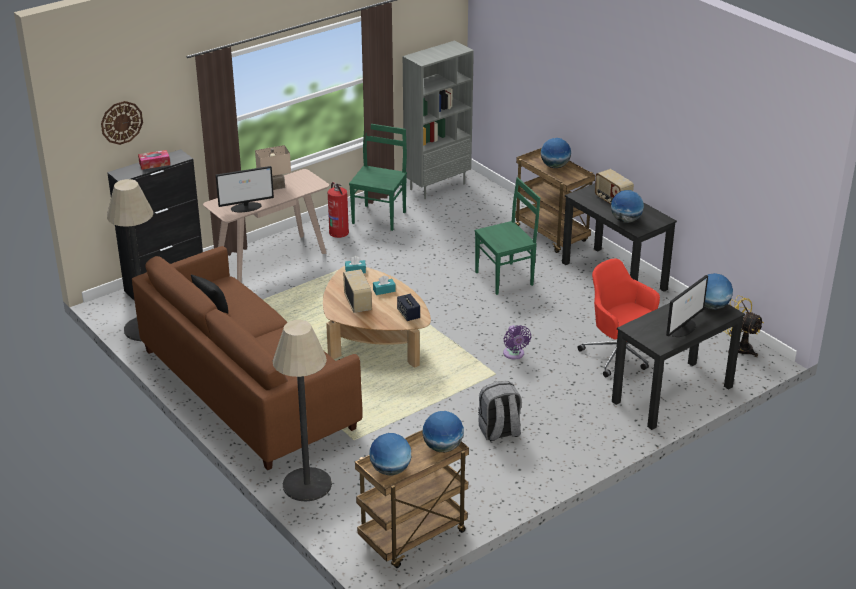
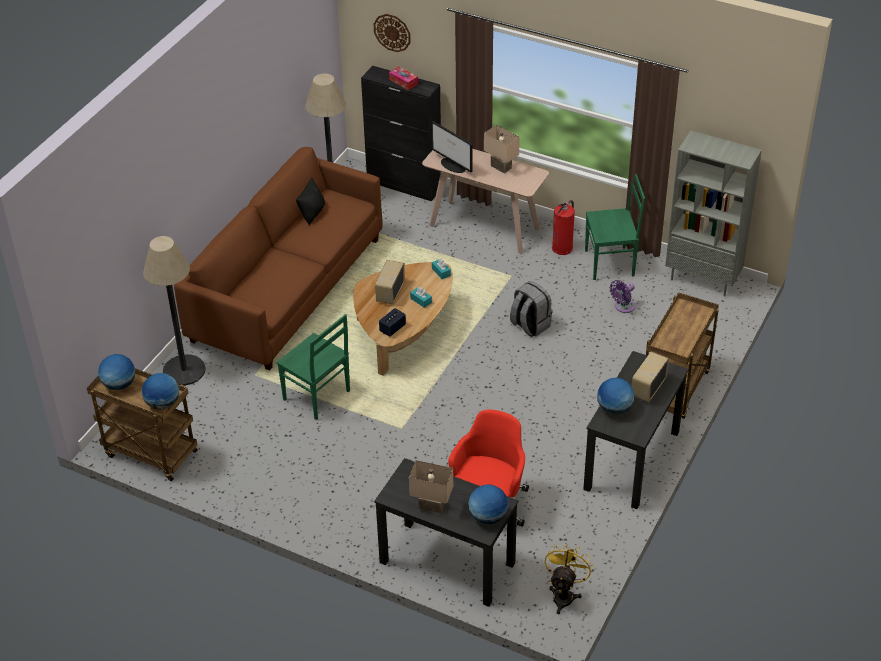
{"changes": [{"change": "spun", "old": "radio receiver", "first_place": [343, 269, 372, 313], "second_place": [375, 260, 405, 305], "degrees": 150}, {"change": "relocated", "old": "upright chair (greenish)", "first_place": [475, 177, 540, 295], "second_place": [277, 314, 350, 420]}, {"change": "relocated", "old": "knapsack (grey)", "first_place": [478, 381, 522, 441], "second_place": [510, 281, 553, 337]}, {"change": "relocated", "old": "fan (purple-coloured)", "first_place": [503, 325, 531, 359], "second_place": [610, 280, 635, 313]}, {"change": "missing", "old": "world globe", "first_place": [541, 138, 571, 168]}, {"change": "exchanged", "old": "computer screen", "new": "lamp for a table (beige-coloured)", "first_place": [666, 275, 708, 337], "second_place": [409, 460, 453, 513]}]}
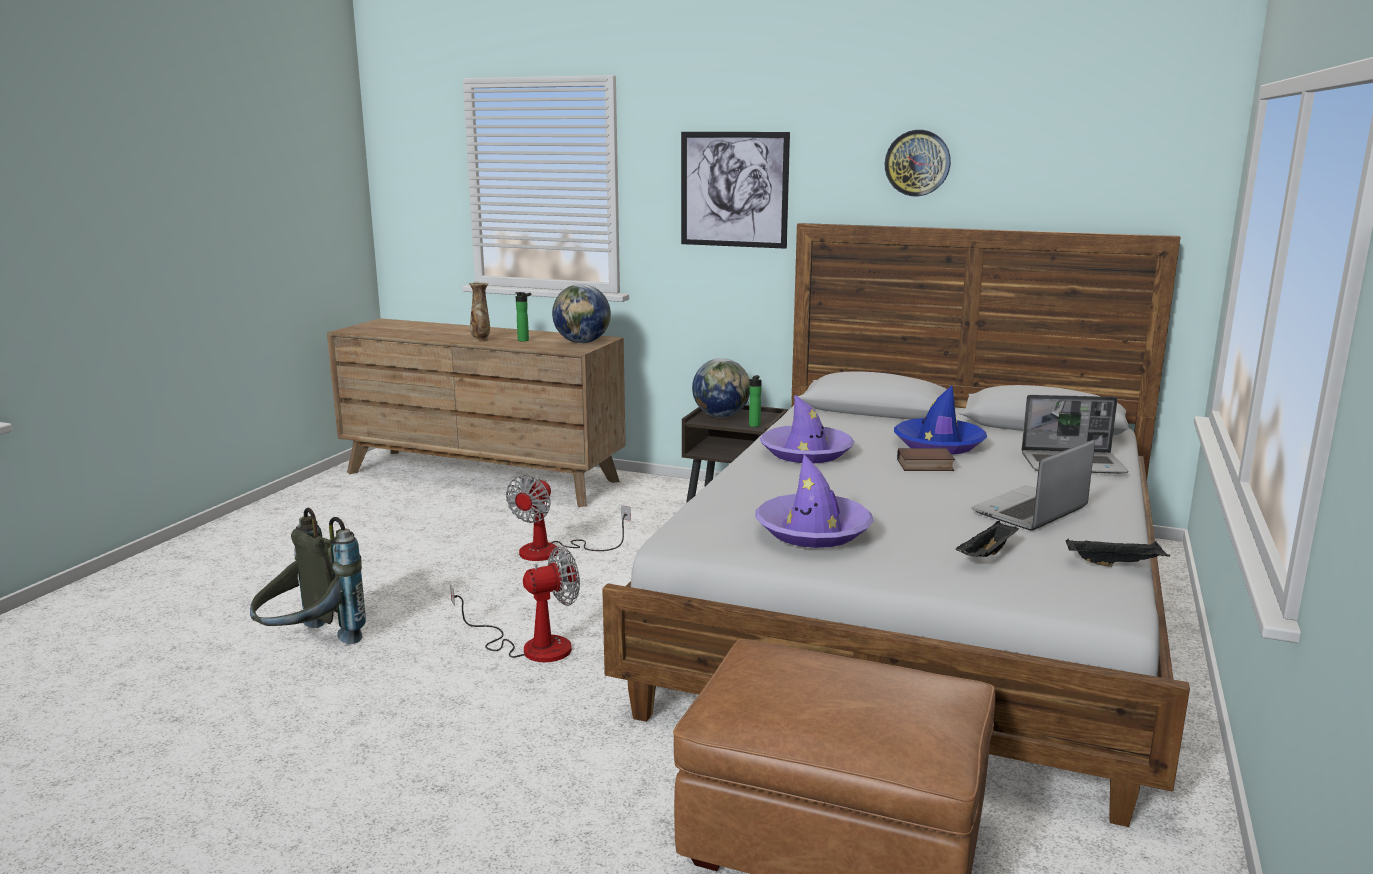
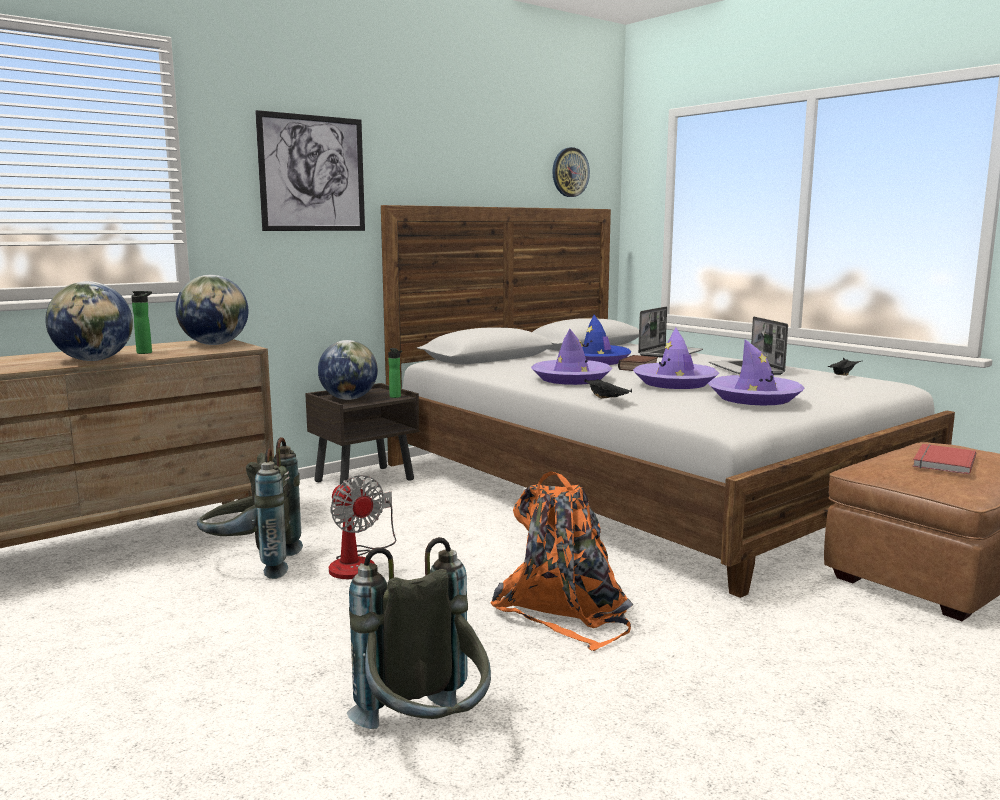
{"changes": [{"change": "exchanged", "old": "fan", "new": "knapsack (orange)", "first_place": [450, 546, 580, 662], "second_place": [490, 471, 633, 651]}, {"change": "exchanged", "old": "decorative vase", "new": "world globe", "first_place": [469, 282, 490, 342], "second_place": [45, 281, 133, 361]}, {"change": "relocated", "old": "hanging clock", "first_place": [885, 130, 951, 196], "second_place": [552, 147, 590, 197]}, {"change": "relocated", "old": "serving tray (blackish)", "first_place": [956, 521, 1019, 557], "second_place": [584, 379, 632, 399]}, {"change": "appeared", "new": "knapsack (grey)", "second_place": [197, 437, 303, 579]}, {"change": "appeared", "new": "wearable hat (purple-coloured)", "second_place": [633, 327, 719, 389]}, {"change": "appeared", "new": "volume (reddish)", "second_place": [912, 444, 976, 474]}]}
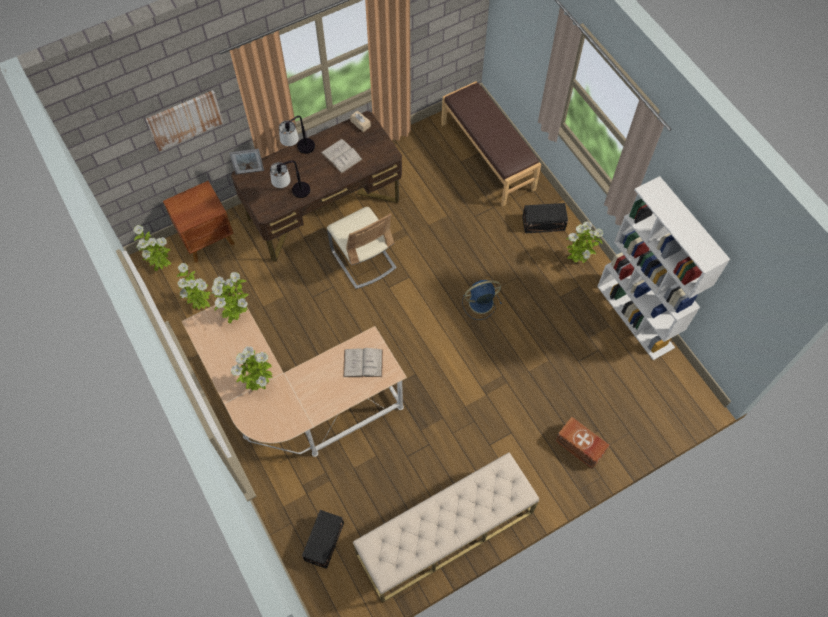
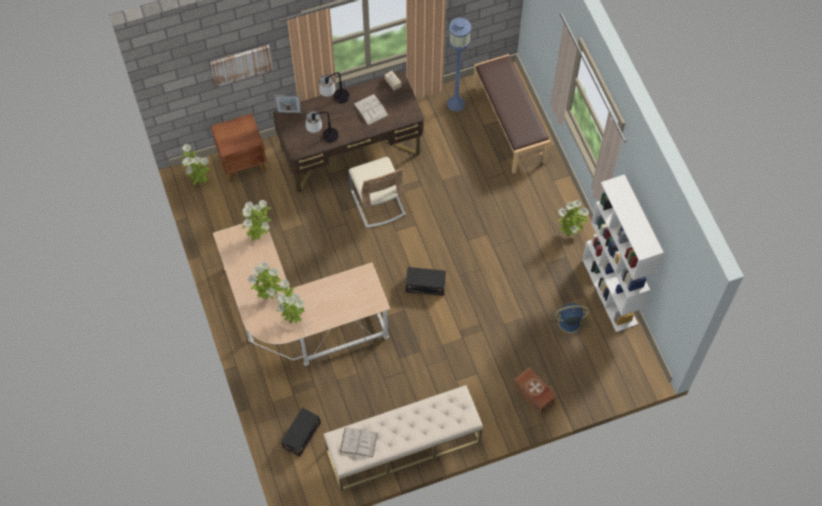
{"changes": [{"change": "relocated", "old": "potted plant", "first_place": [177, 263, 210, 310], "second_place": [276, 279, 305, 323]}, {"change": "relocated", "old": "volume (white-coloured)", "first_place": [343, 348, 383, 377], "second_place": [340, 427, 378, 457]}, {"change": "relocated", "old": "fan (bluish)", "first_place": [462, 280, 502, 320], "second_place": [552, 303, 589, 339]}, {"change": "relocated", "old": "storage container (blackish)", "first_place": [522, 203, 568, 233], "second_place": [405, 267, 446, 296]}, {"change": "appeared", "new": "standard lamp (bluish)", "second_place": [447, 18, 471, 112]}]}
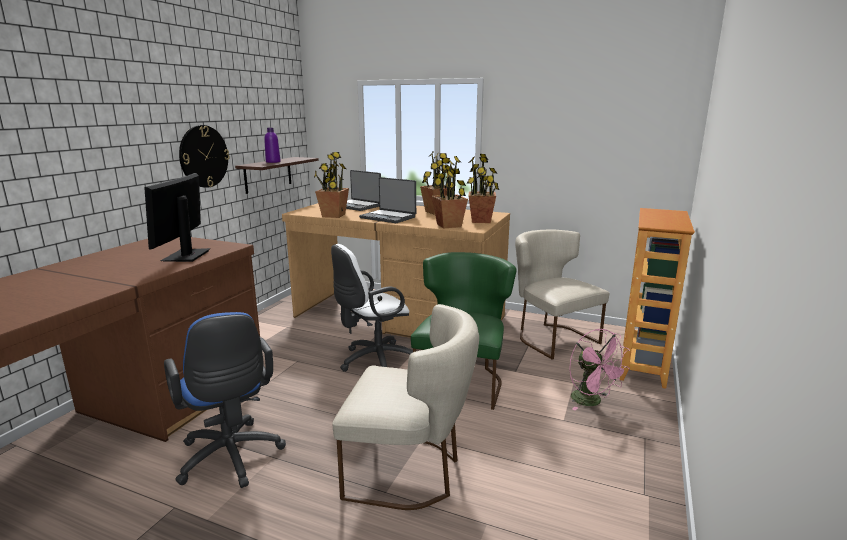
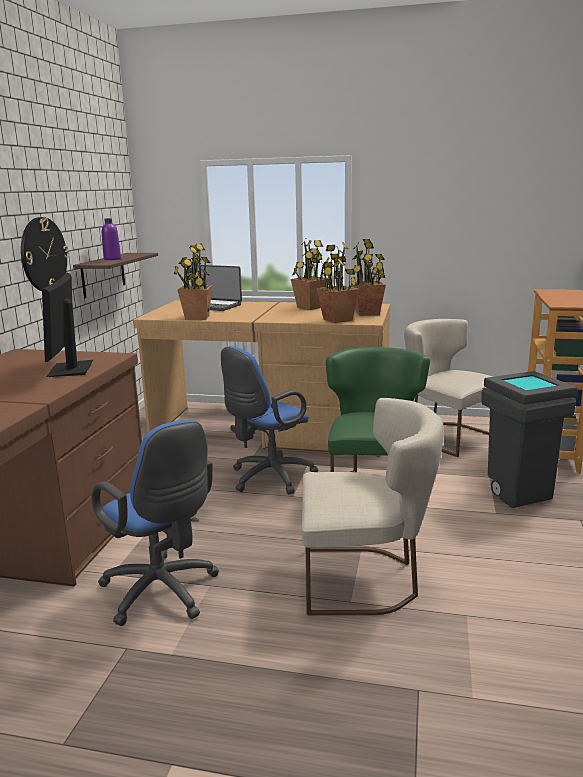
{"changes": [{"change": "colour", "old": "desk chair (white-coloured)", "new": "desk chair (bluish)", "first_place": [331, 244, 413, 372], "second_place": [221, 346, 318, 494]}, {"change": "missing", "old": "portable computer", "first_place": [359, 177, 416, 223]}, {"change": "exchanged", "old": "fan (pinkish)", "new": "waste bin (grey)", "first_place": [569, 329, 630, 410], "second_place": [481, 371, 577, 508]}]}
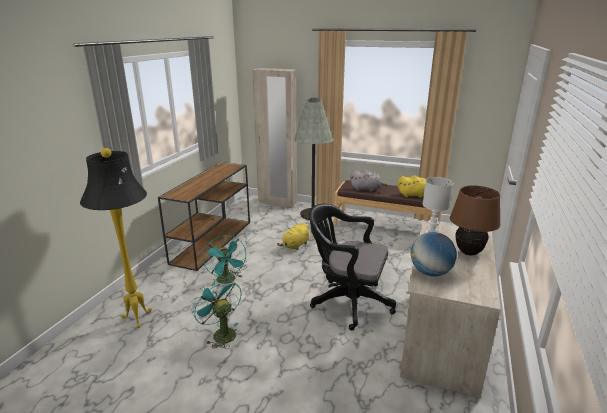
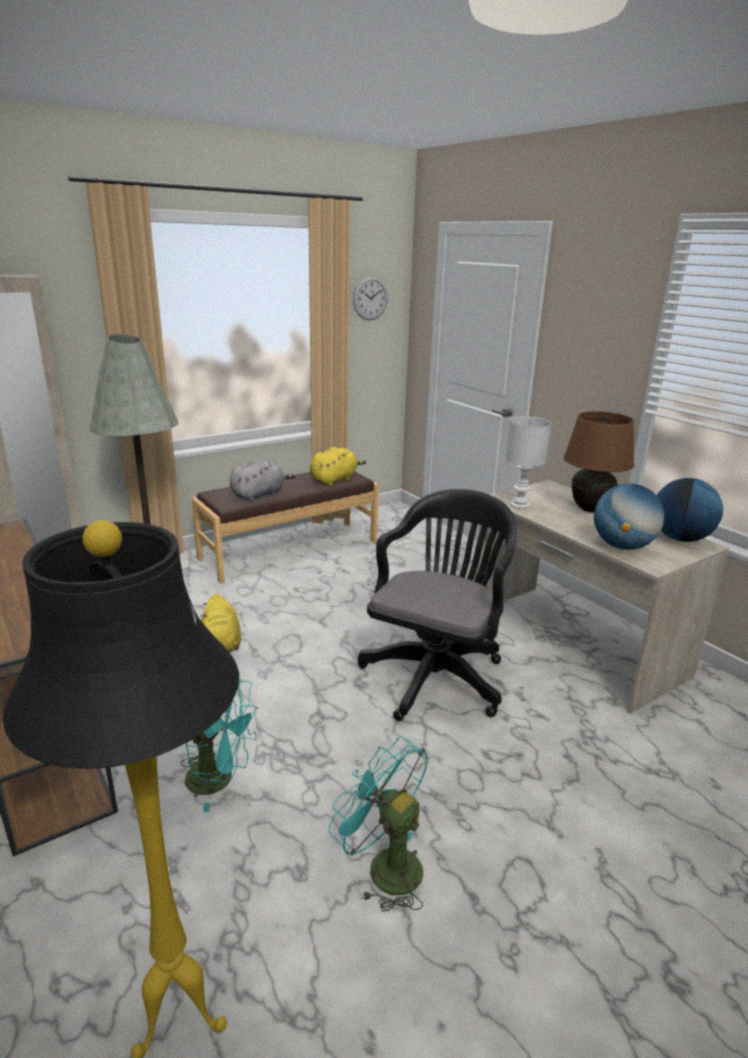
{"changes": [{"change": "spun", "old": "fan (turquoise-coloured)", "first_place": [192, 277, 241, 349], "second_place": [328, 736, 428, 912], "degrees": 45}, {"change": "spun", "old": "desk chair (blackish)", "first_place": [309, 204, 396, 331], "second_place": [358, 489, 517, 721], "degrees": 150}, {"change": "appeared", "new": "hanging clock", "second_place": [353, 276, 388, 320]}, {"change": "appeared", "new": "world globe", "second_place": [656, 478, 723, 542]}]}
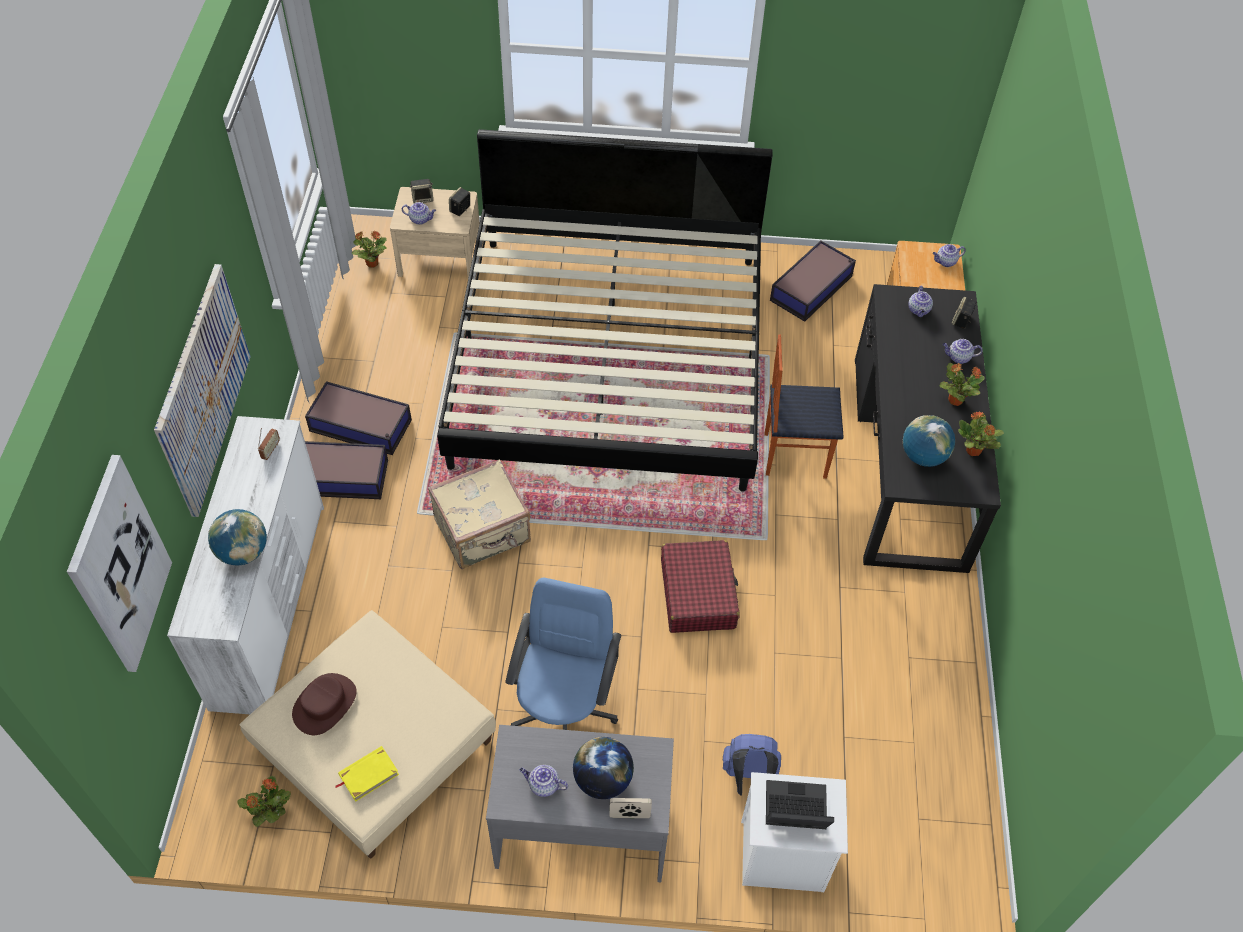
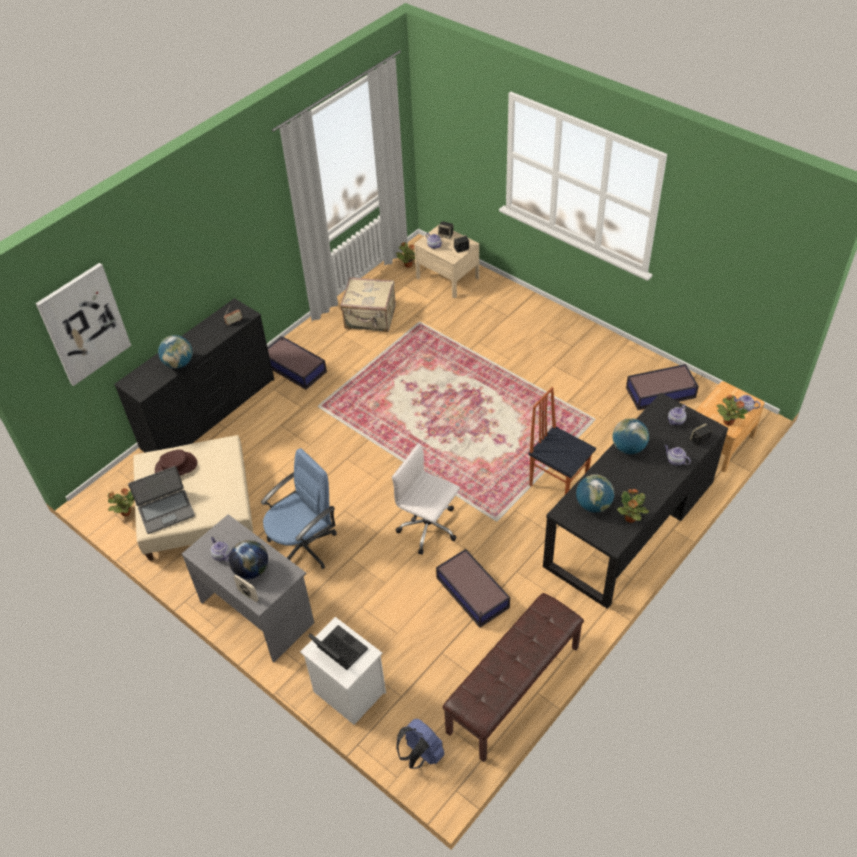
{"changes": [{"change": "missing", "old": "wall picture", "first_place": [154, 264, 251, 517]}, {"change": "colour", "old": "chest of drawers (white-coloured)", "new": "chest of drawers (blackish)", "first_place": [167, 416, 324, 714], "second_place": [114, 298, 274, 452]}, {"change": "relocated", "old": "storage container", "first_place": [305, 381, 412, 455], "second_place": [436, 549, 510, 628]}, {"change": "exchanged", "old": "volume (yellowish)", "new": "portable computer", "first_place": [336, 746, 399, 802], "second_place": [128, 466, 195, 534]}, {"change": "relocated", "old": "travel case (beige-coloured)", "first_place": [428, 459, 531, 569], "second_place": [340, 277, 396, 332]}, {"change": "missing", "old": "bedroom bed", "first_place": [437, 129, 773, 492]}, {"change": "exchanged", "old": "travel case (reddish)", "new": "desk chair (white-coloured)", "first_place": [661, 540, 740, 633], "second_place": [392, 443, 460, 555]}, {"change": "relocated", "old": "knapsack (bluish)", "first_place": [723, 734, 781, 796], "second_place": [396, 719, 445, 769]}, {"change": "relocated", "old": "potted plant", "first_place": [939, 363, 985, 406], "second_place": [717, 395, 748, 425]}, {"change": "appeared", "new": "bench (brownish)", "second_place": [442, 593, 584, 762]}, {"change": "appeared", "new": "world globe", "second_place": [613, 418, 649, 454]}]}
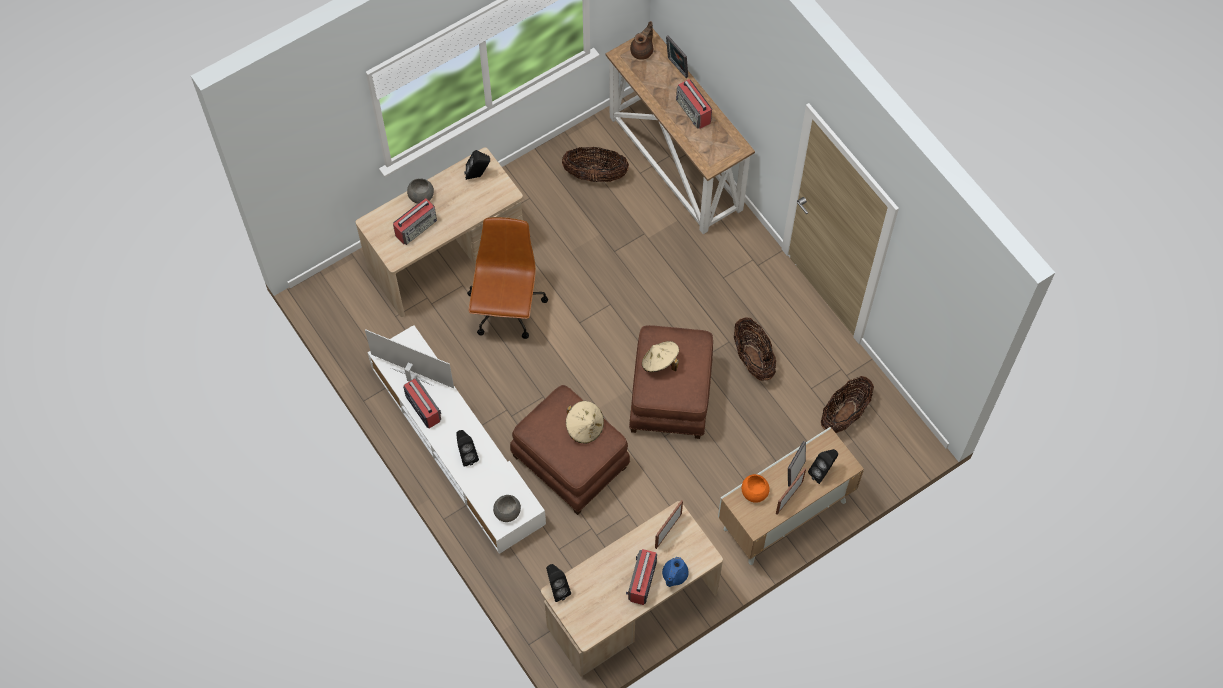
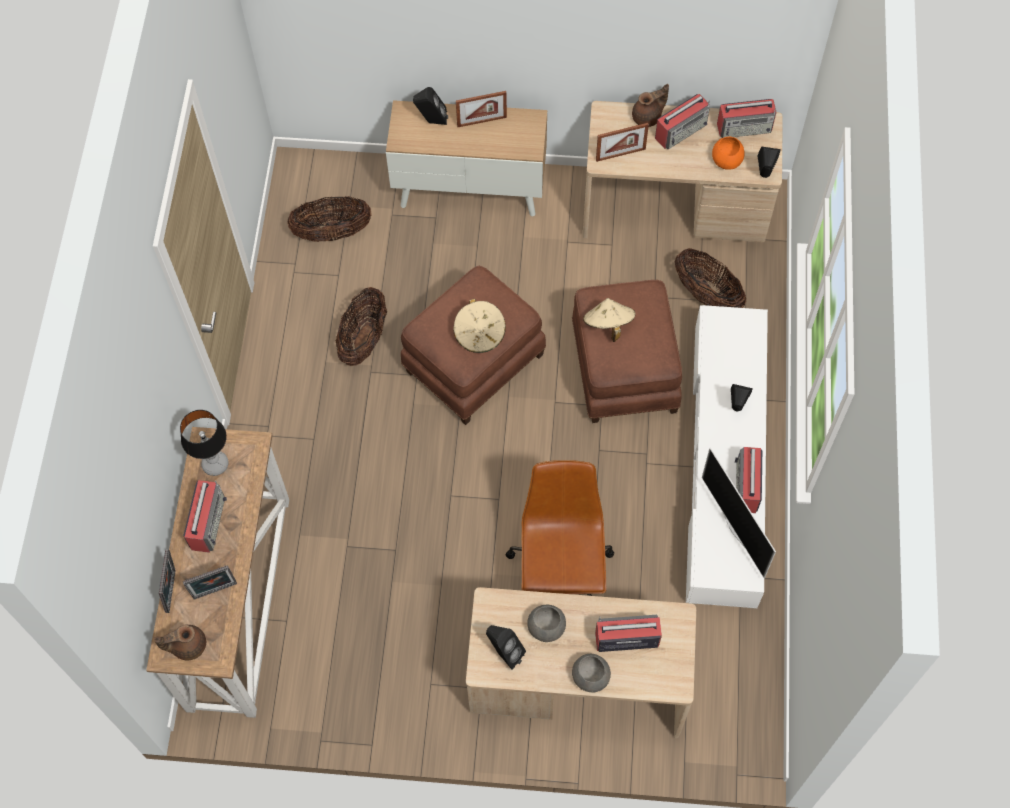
{"changes": [{"change": "spun", "old": "desk chair (brownish)", "first_place": [467, 217, 548, 339], "second_place": [505, 460, 614, 596], "degrees": 135}, {"change": "relocated", "old": "serving bowl (grey)", "first_place": [493, 495, 521, 522], "second_place": [527, 605, 566, 642]}, {"change": "relocated", "old": "household basket", "first_place": [562, 147, 629, 182], "second_place": [675, 248, 746, 308]}, {"change": "colour", "old": "tea pot (bluish)", "new": "tea pot (brownish)", "first_place": [662, 557, 689, 587], "second_place": [632, 84, 669, 127]}, {"change": "relocated", "old": "serving bowl (orange)", "first_place": [741, 474, 770, 503], "second_place": [712, 136, 745, 170]}, {"change": "relocated", "old": "standing frame", "first_place": [788, 441, 806, 487], "second_place": [183, 565, 237, 599]}, {"change": "appeared", "new": "lamp for a table", "second_place": [180, 410, 229, 476]}, {"change": "appeared", "new": "radio receiver", "second_place": [717, 99, 777, 138]}]}
